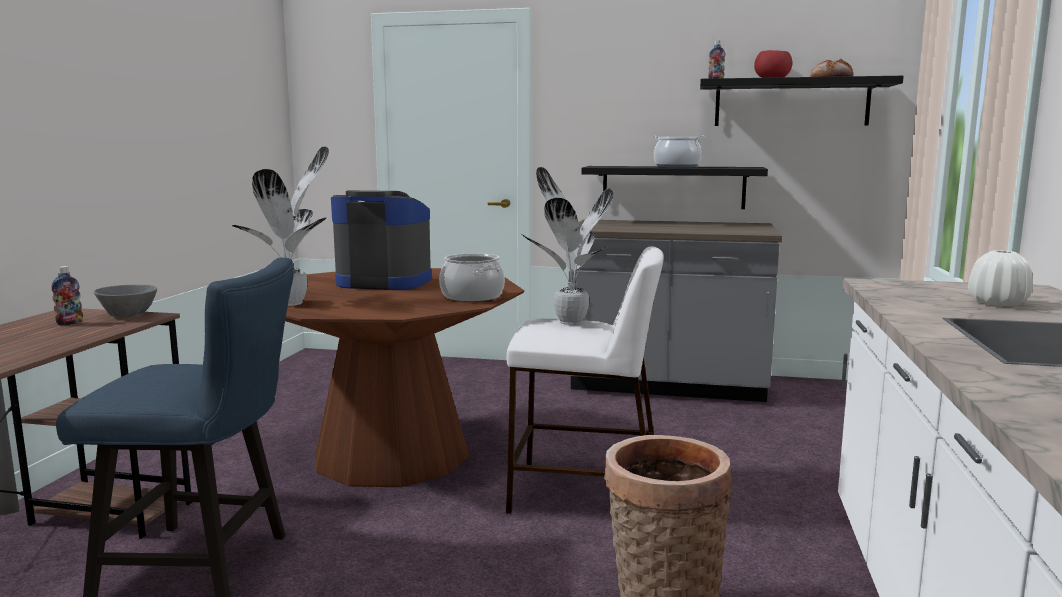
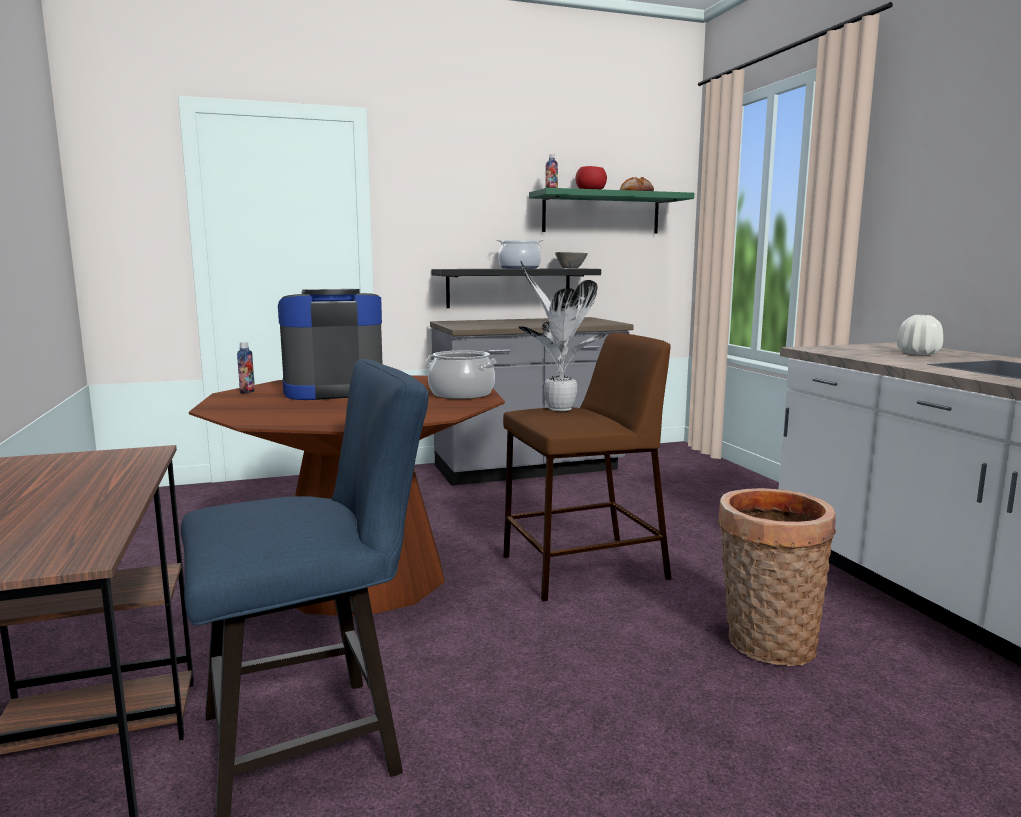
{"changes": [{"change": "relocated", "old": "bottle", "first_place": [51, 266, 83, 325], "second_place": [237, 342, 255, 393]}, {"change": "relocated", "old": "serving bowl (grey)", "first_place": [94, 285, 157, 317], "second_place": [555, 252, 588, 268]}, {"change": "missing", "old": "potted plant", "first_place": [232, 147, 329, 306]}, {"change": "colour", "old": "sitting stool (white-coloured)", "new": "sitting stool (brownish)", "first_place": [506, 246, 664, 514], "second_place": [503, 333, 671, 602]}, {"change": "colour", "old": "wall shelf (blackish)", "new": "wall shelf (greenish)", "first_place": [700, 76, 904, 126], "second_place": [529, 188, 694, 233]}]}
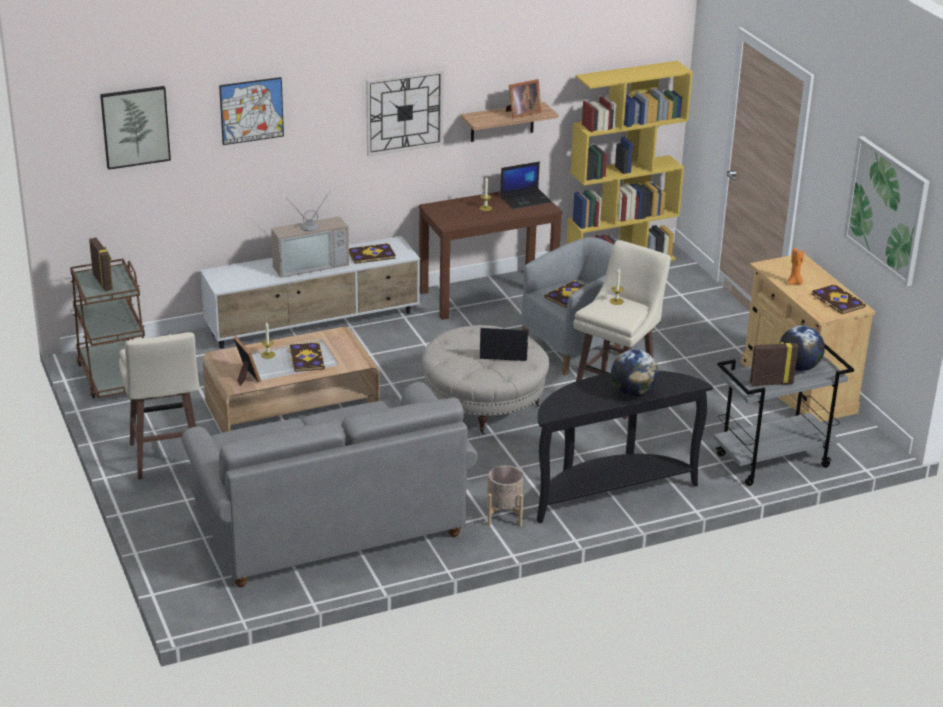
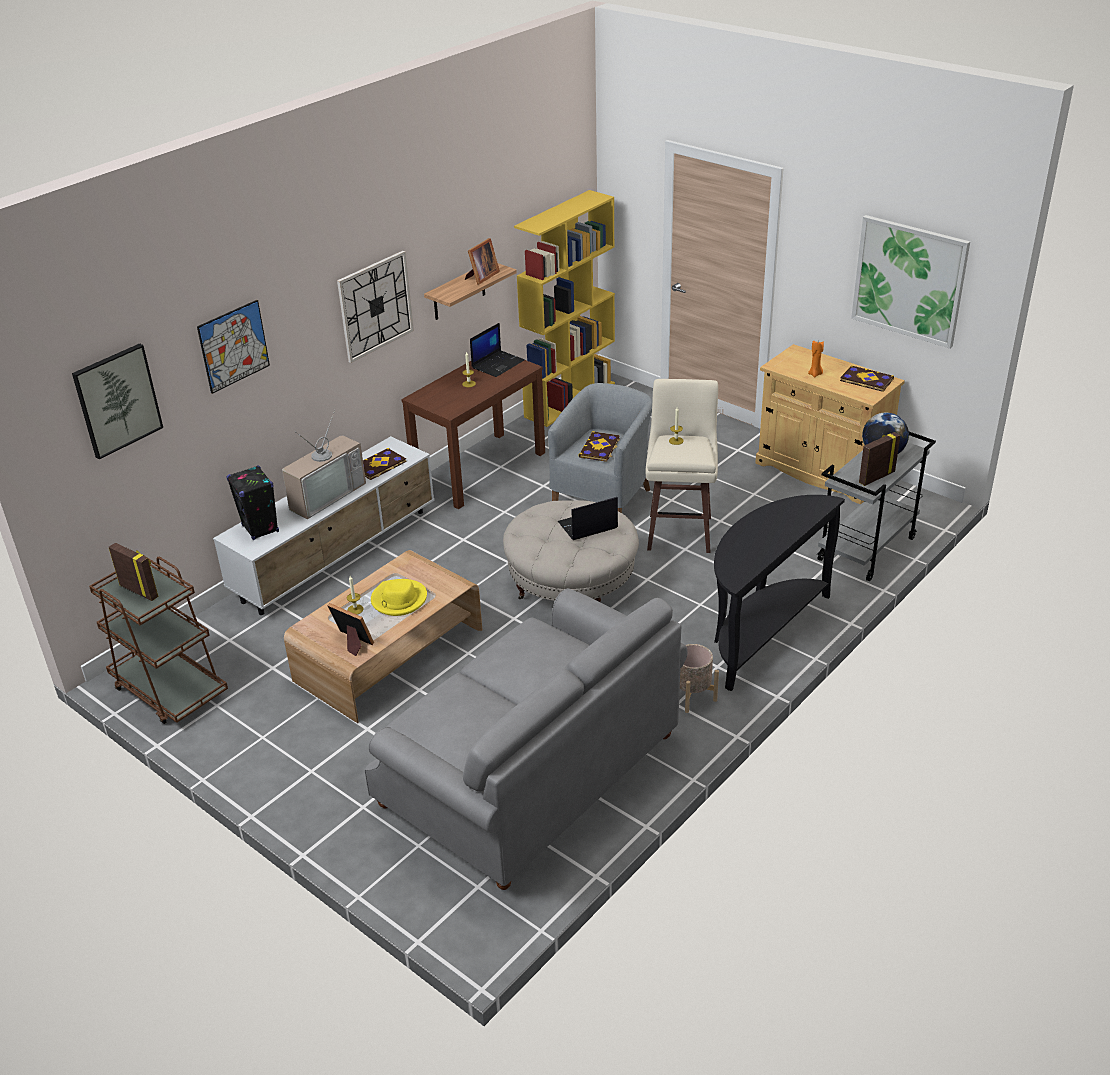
{"changes": [{"change": "missing", "old": "sitting stool (beige-coloured)", "first_place": [119, 332, 199, 480]}, {"change": "exchanged", "old": "volume", "new": "wearable hat (yellowish)", "first_place": [287, 342, 325, 372], "second_place": [371, 579, 427, 616]}, {"change": "missing", "old": "world globe", "first_place": [611, 349, 659, 397]}, {"change": "appeared", "new": "audio speaker (blackish)", "second_place": [226, 465, 279, 540]}]}
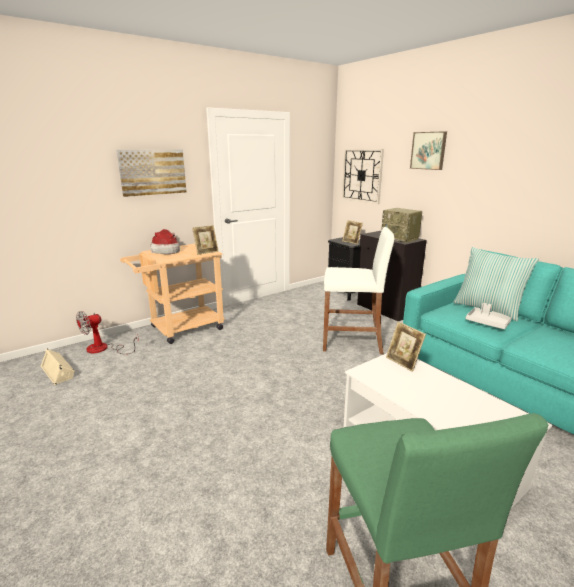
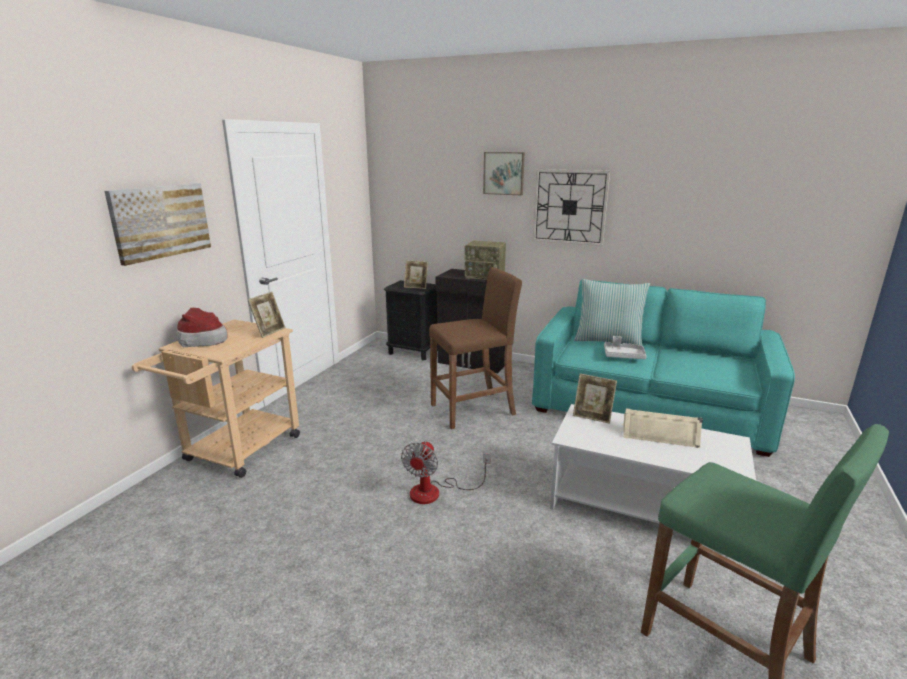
{"changes": [{"change": "relocated", "old": "audio speaker (beige-coloured)", "first_place": [40, 348, 75, 385], "second_place": [623, 408, 703, 448]}, {"change": "relocated", "old": "fan", "first_place": [76, 311, 139, 354], "second_place": [401, 441, 491, 504]}, {"change": "colour", "old": "sitting stool (white-coloured)", "new": "sitting stool (brownish)", "first_place": [323, 227, 394, 354], "second_place": [429, 267, 522, 429]}, {"change": "relocated", "old": "hanging clock", "first_place": [342, 149, 384, 204], "second_place": [533, 169, 610, 246]}]}
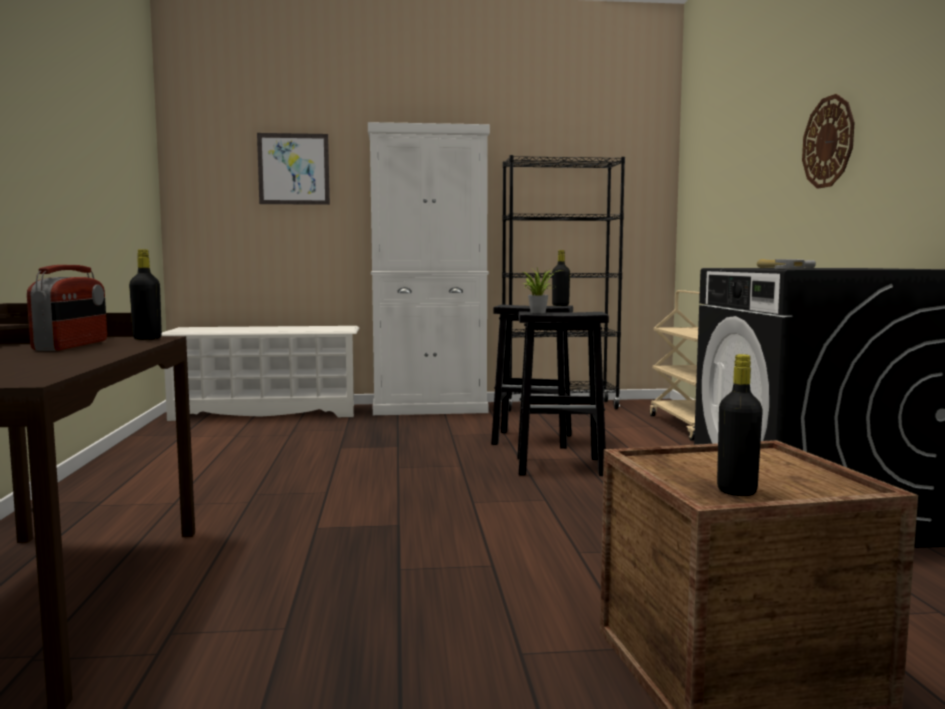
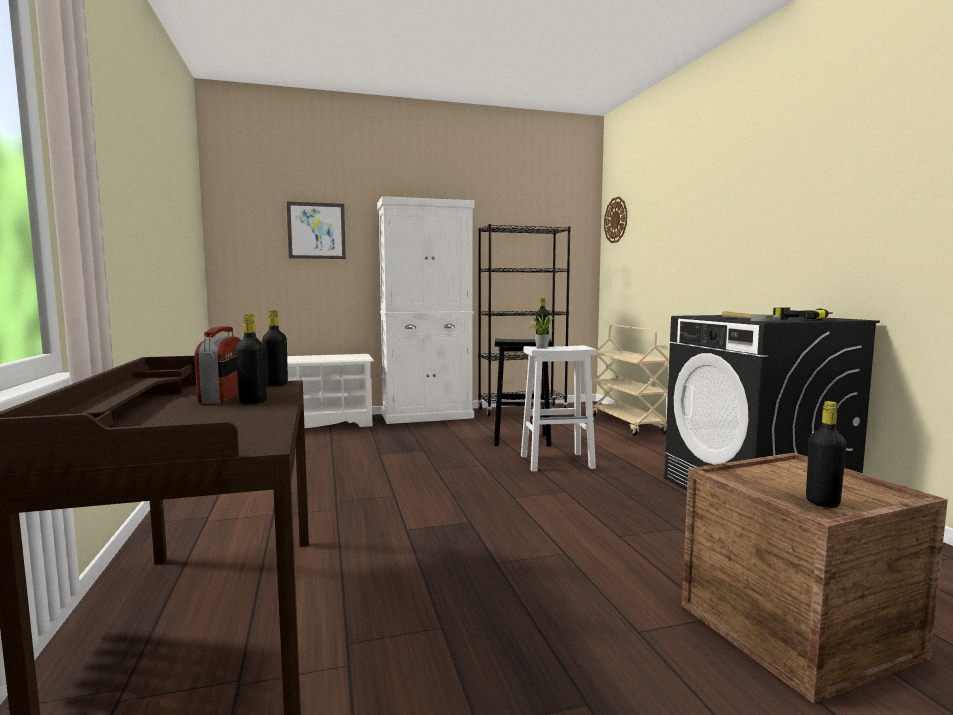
{"changes": [{"change": "colour", "old": "sitting stool (blackish)", "new": "sitting stool (white-coloured)", "first_place": [517, 311, 609, 476], "second_place": [521, 345, 596, 472]}, {"change": "relocated", "old": "hanging clock", "first_place": [802, 94, 855, 189], "second_place": [604, 197, 627, 243]}, {"change": "appeared", "new": "bottle (blackish)", "second_place": [236, 314, 267, 404]}, {"change": "appeared", "new": "drill", "second_place": [773, 307, 833, 320]}]}
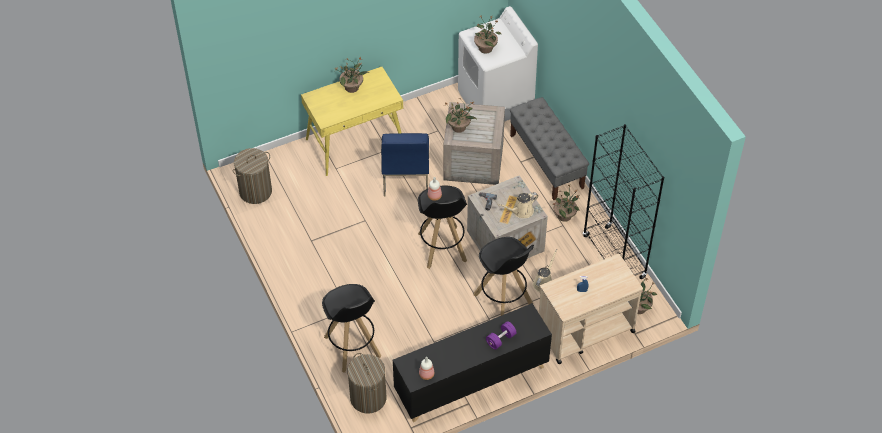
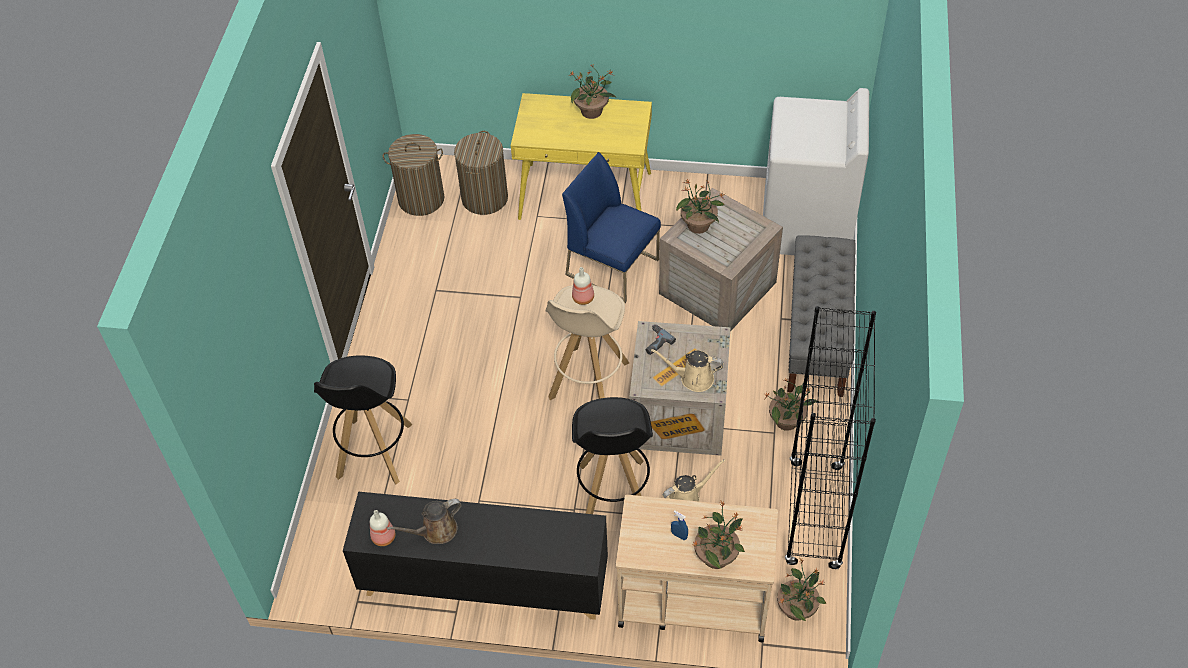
{"changes": [{"change": "relocated", "old": "laundry basket", "first_place": [347, 353, 386, 413], "second_place": [454, 131, 508, 215]}, {"change": "spun", "old": "upright chair (bluish)", "first_place": [381, 133, 429, 197], "second_place": [562, 152, 661, 303], "degrees": 90}, {"change": "colour", "old": "sitting stool (blackish)", "new": "sitting stool (beige-coloured)", "first_place": [418, 186, 467, 269], "second_place": [546, 285, 629, 400]}, {"change": "relocated", "old": "potted plant", "first_place": [474, 16, 501, 54], "second_place": [691, 500, 745, 569]}, {"change": "missing", "old": "dumbbell (purple-coloured)", "first_place": [486, 321, 517, 350]}, {"change": "appeared", "new": "watering pot (brownish)", "second_place": [387, 499, 462, 544]}]}
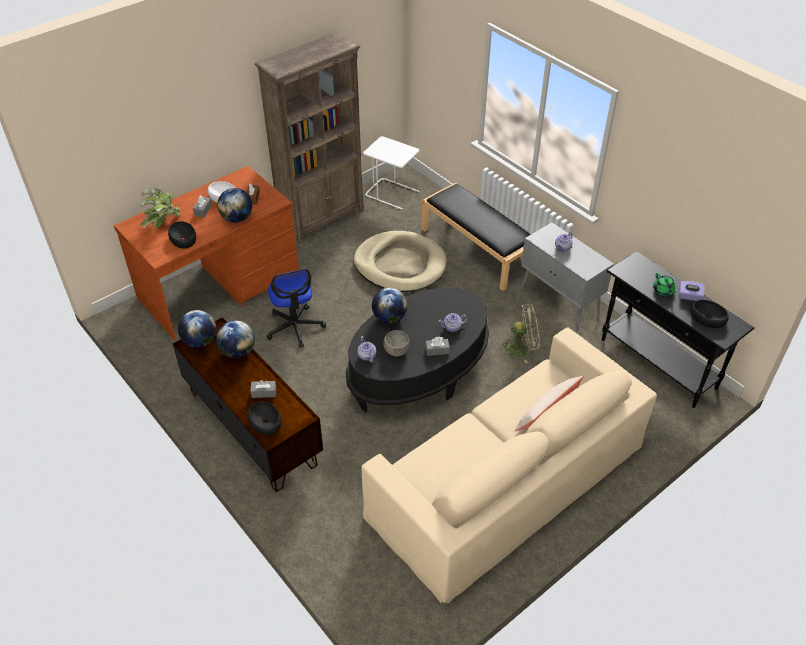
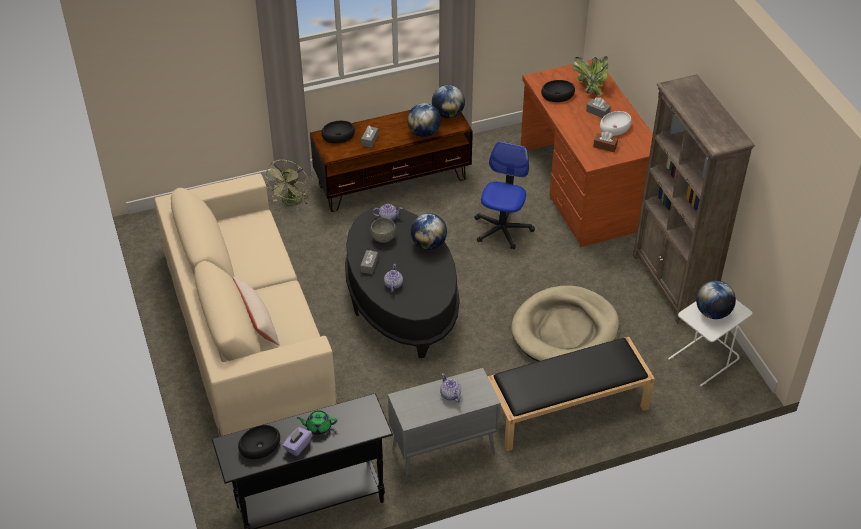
{"changes": [{"change": "relocated", "old": "world globe", "first_place": [217, 188, 252, 223], "second_place": [696, 281, 736, 319]}, {"change": "spun", "old": "desk chair", "first_place": [266, 269, 326, 348], "second_place": [474, 141, 535, 249], "degrees": 105}, {"change": "relocated", "old": "fan (greenish)", "first_place": [499, 304, 539, 363], "second_place": [264, 160, 309, 206]}]}
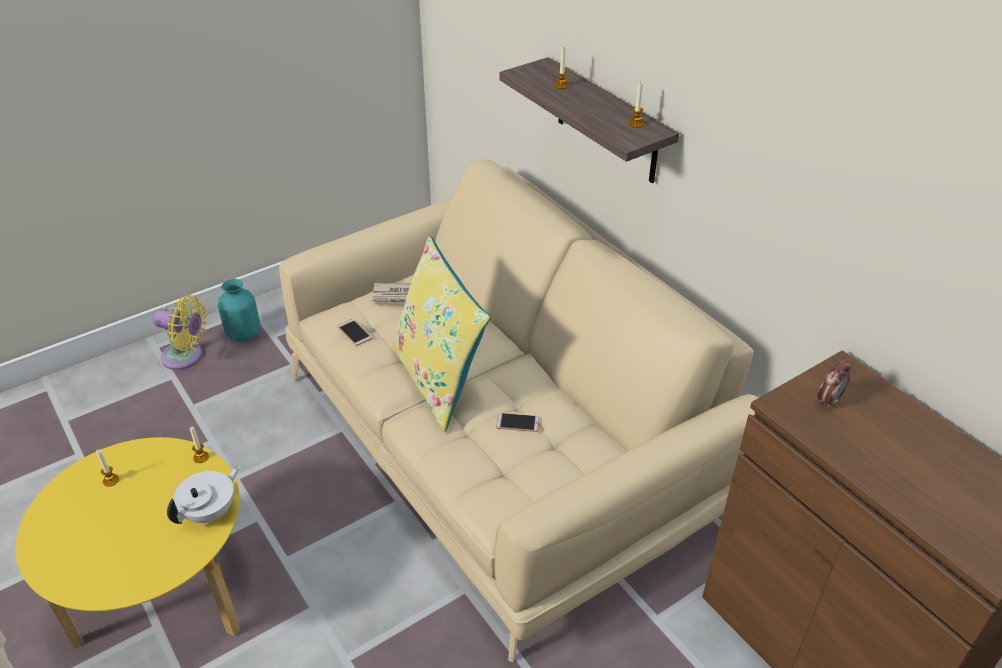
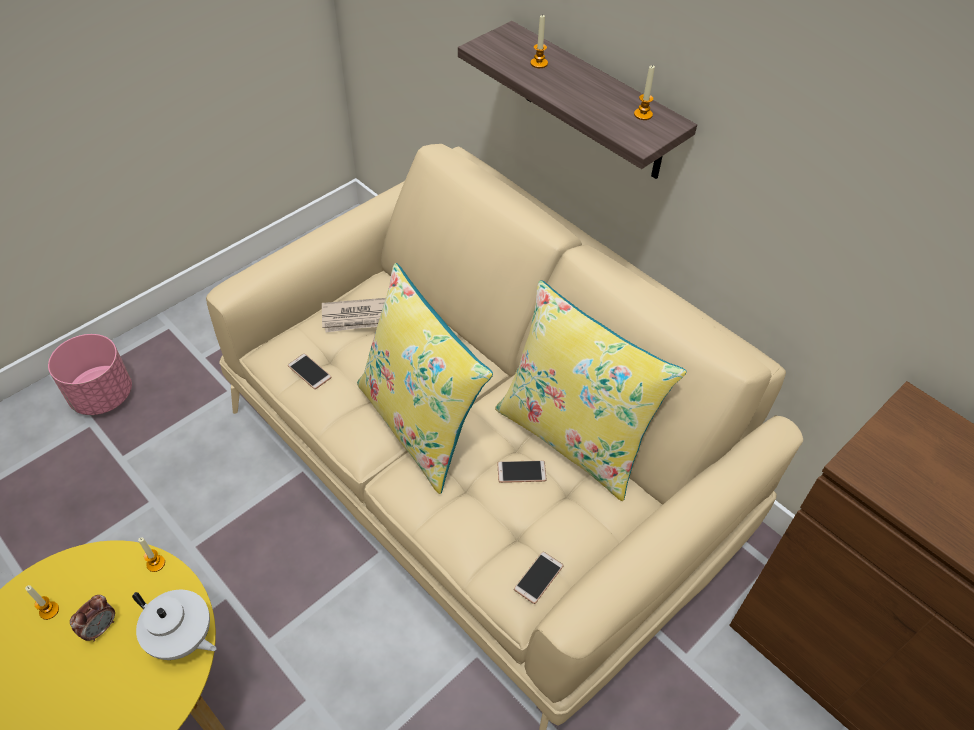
{"changes": [{"change": "exchanged", "old": "fan (yellowish)", "new": "plant pot (pinkish)", "first_place": [153, 295, 207, 370], "second_place": [48, 334, 132, 415]}, {"change": "spun", "old": "tea pot (white-coloured)", "first_place": [167, 466, 240, 524], "second_place": [132, 590, 216, 660], "degrees": 90}, {"change": "missing", "old": "decorative vase (turquoise-coloured)", "first_place": [218, 279, 260, 342]}, {"change": "relocated", "old": "table clock", "first_place": [817, 360, 852, 409], "second_place": [70, 595, 115, 641]}, {"change": "appeared", "new": "pillow (yellowish)", "second_place": [495, 280, 687, 501]}, {"change": "appeared", "new": "telephone", "second_place": [514, 551, 563, 604]}]}
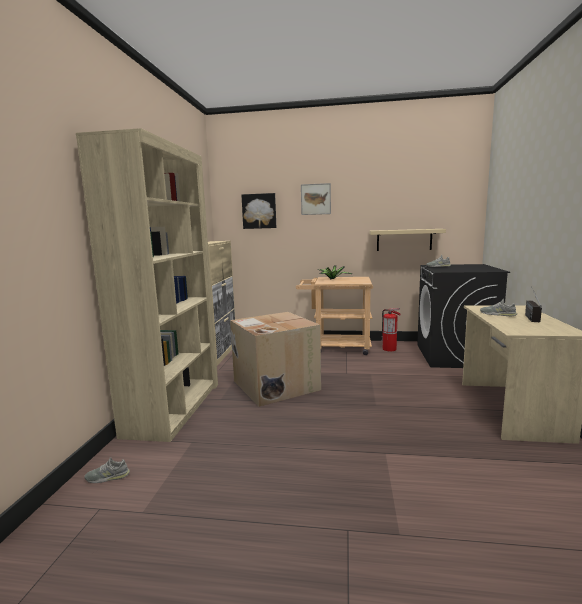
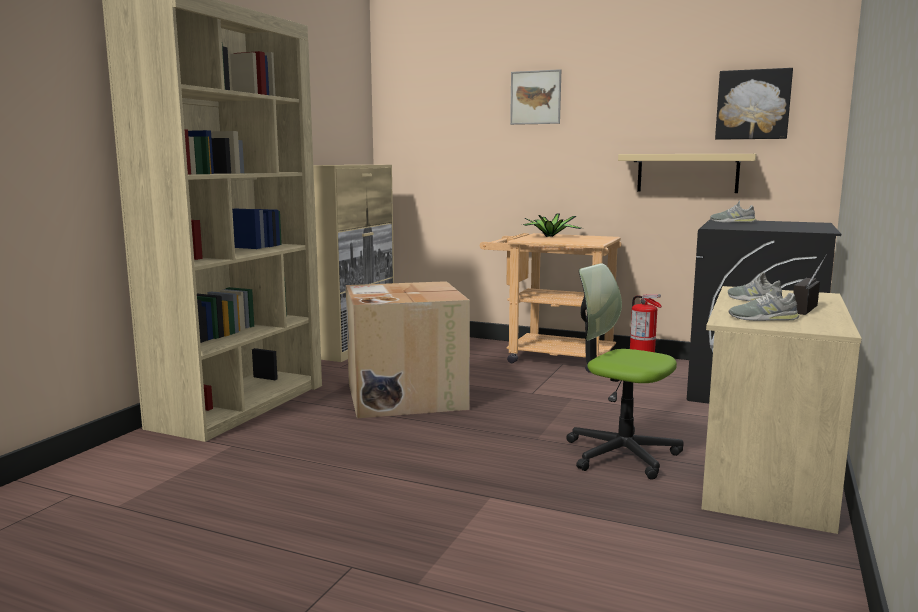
{"changes": [{"change": "relocated", "old": "shoe (grey)", "first_place": [84, 457, 130, 483], "second_place": [729, 286, 799, 321]}, {"change": "relocated", "old": "wall picture", "first_place": [241, 193, 276, 229], "second_place": [715, 68, 793, 140]}, {"change": "appeared", "new": "desk chair", "second_place": [566, 263, 684, 480]}]}
